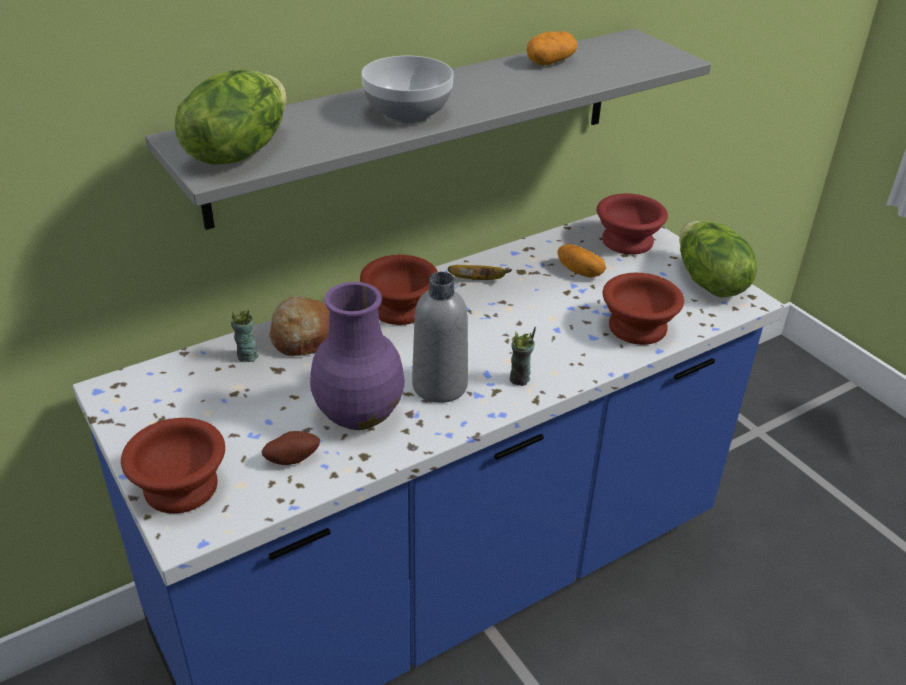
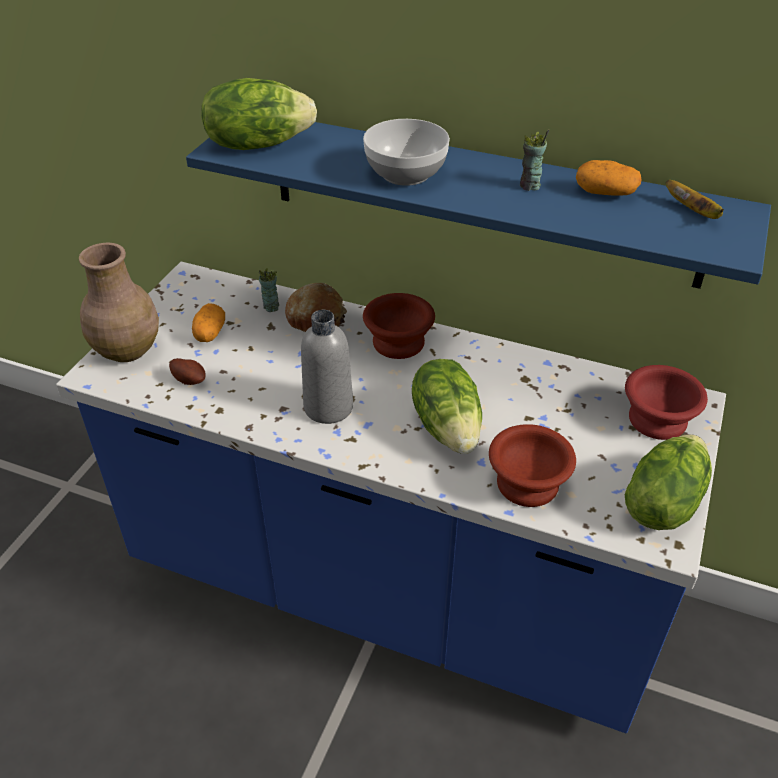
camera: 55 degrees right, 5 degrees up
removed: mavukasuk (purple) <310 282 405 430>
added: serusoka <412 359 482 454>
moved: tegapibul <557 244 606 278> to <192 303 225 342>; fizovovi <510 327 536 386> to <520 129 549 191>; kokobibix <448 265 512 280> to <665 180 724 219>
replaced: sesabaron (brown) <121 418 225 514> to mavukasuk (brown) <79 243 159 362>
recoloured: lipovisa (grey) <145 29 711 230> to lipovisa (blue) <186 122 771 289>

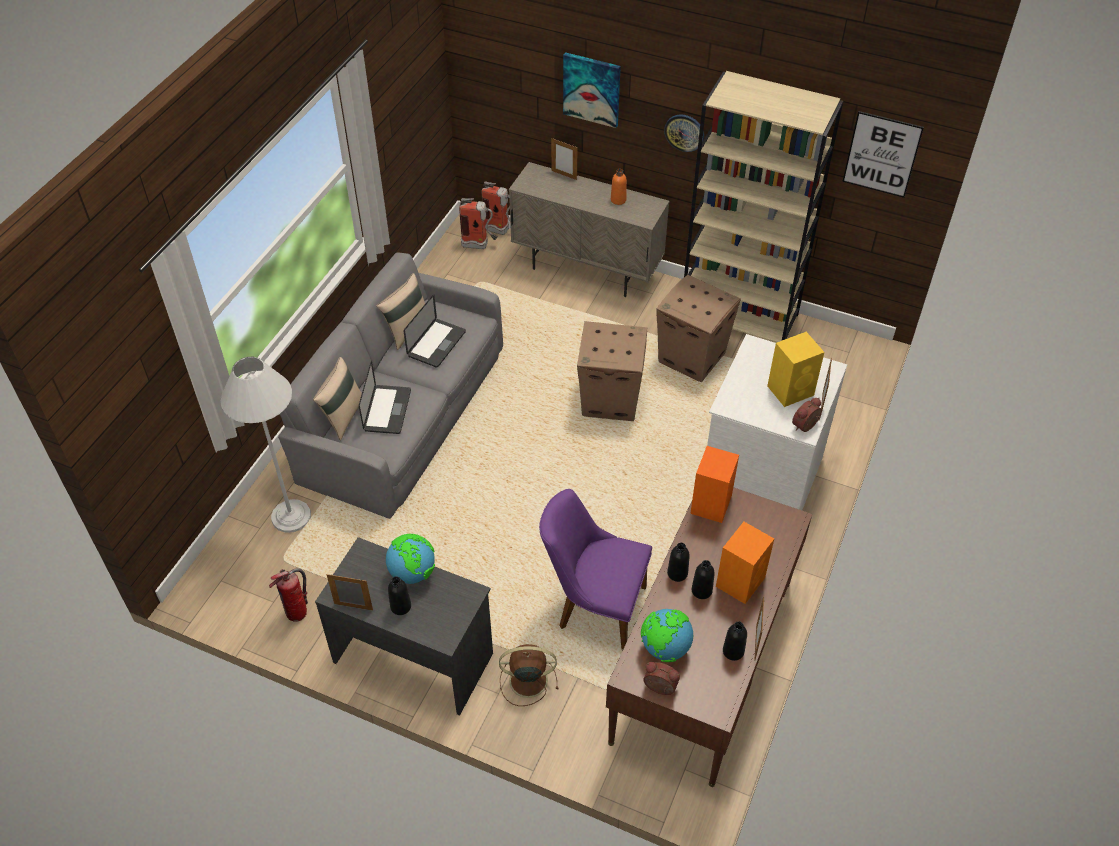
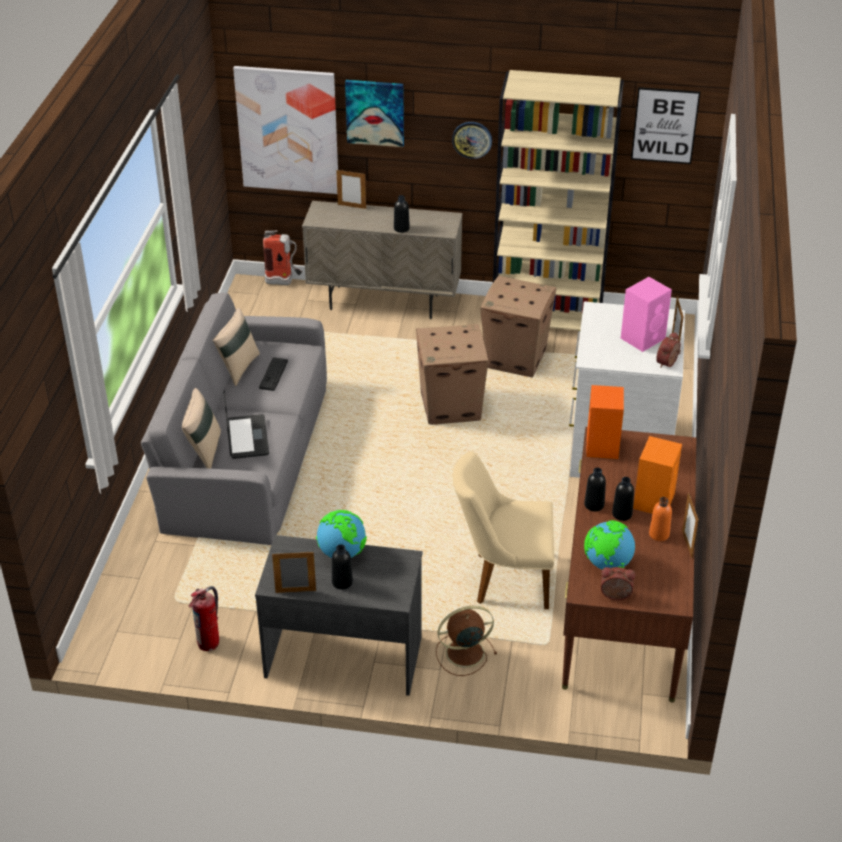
camera: 15 degrees left, 10 degrees down
removed: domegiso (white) <221 357 311 533>; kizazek <459 198 498 249>
added: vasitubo <233 66 338 194>
moved: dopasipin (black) <723 621 747 661> to <394 195 410 233>; dopasipin (orange) <611 169 627 205> to <649 497 672 541>
replaced: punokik <404 294 466 368> to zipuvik <259 357 288 391>
recoloured: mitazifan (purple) <539 489 652 650> to mitazifan (beige) <453 451 554 609>; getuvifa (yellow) <767 332 825 407> to getuvifa (pink) <621 277 672 352>

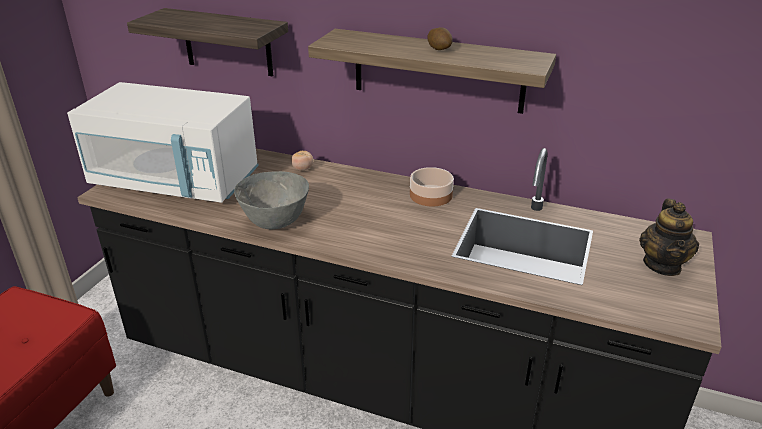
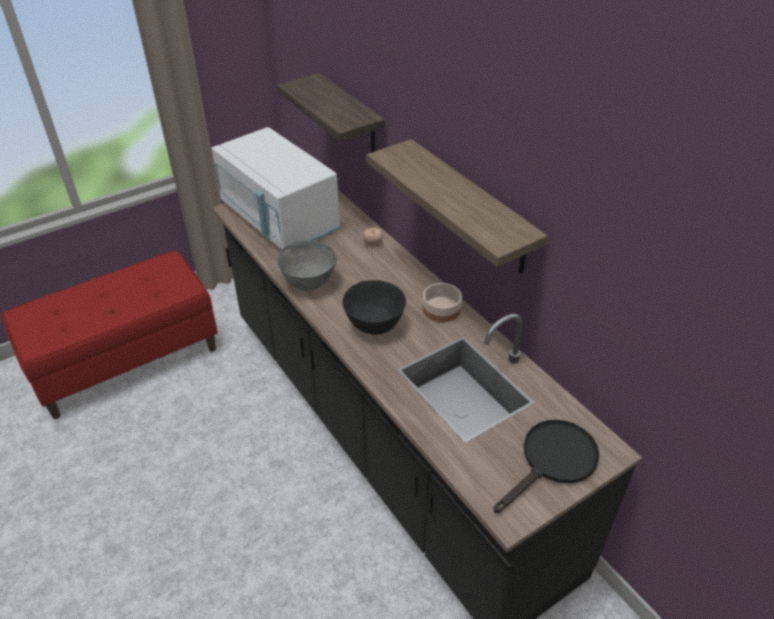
camera: 35 degrees right, 10 degrees up
removed: tegapibul <427 27 453 50>
added: sesabaron (black) <342 280 406 335>
replaced: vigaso <639 199 699 276> to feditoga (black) <494 420 600 513>

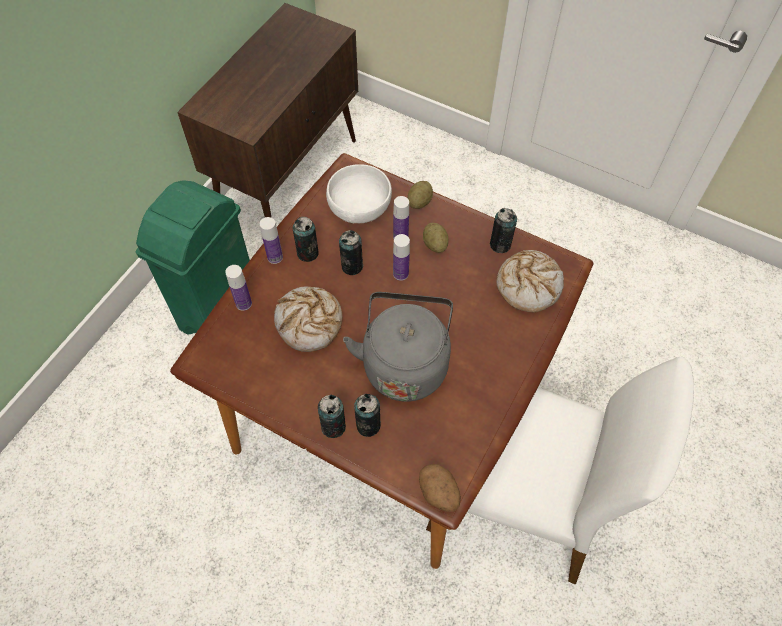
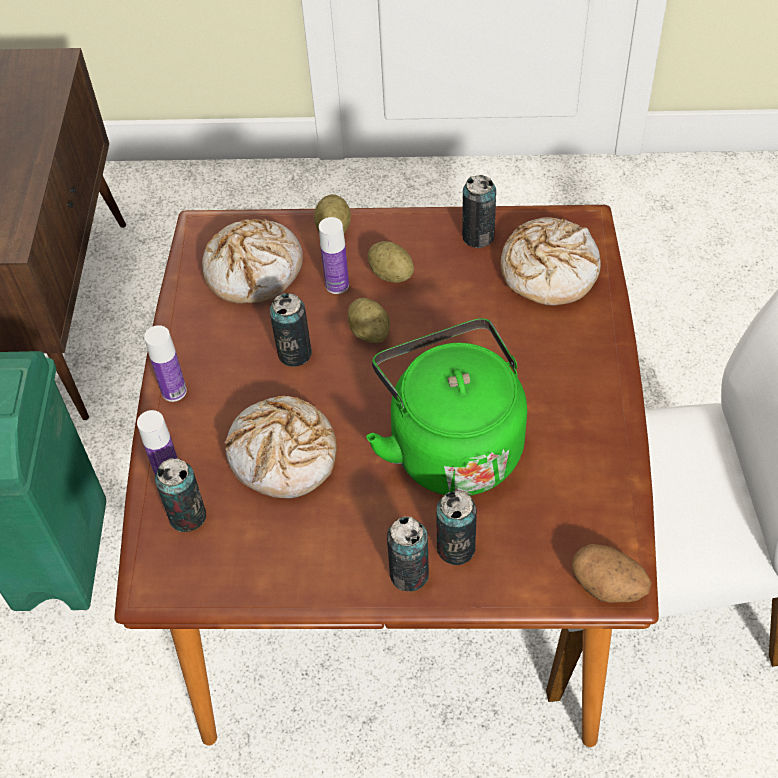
camera: 25 degrees left, 5 degrees down
moved: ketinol <293 217 319 262> to <155 458 206 532>
replaced: sesabaron (white) <326 164 392 223> to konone <202 219 303 303>; dopasipin <393 234 410 281> to tegapibul <348 298 390 343>
recoloured: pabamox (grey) <343 292 453 402> to pabamox (green) <366 318 527 496>

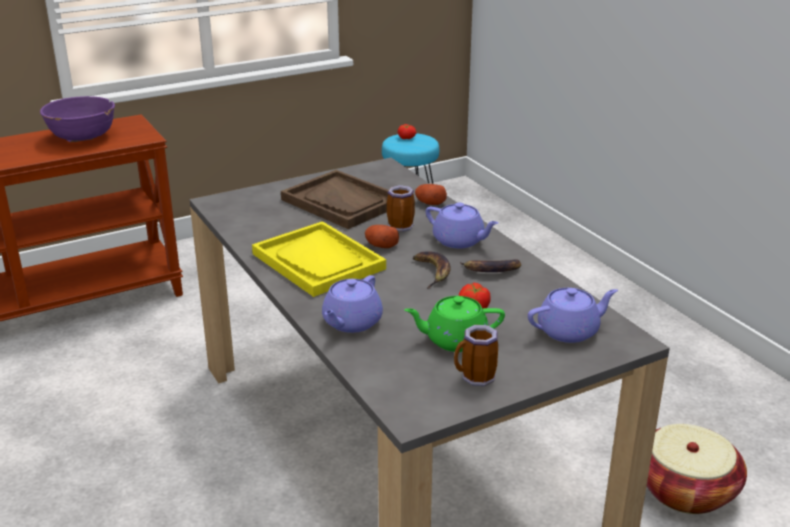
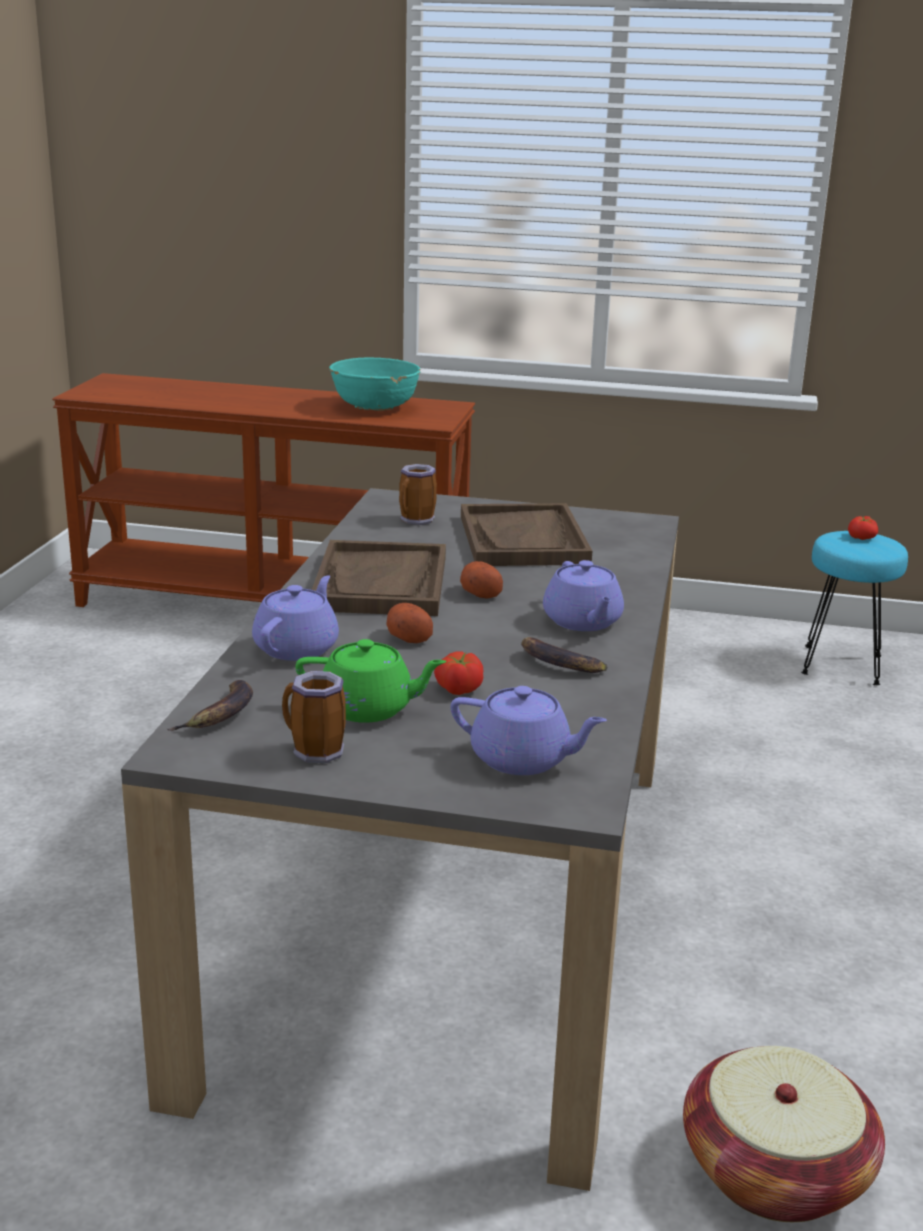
camera: 40 degrees right, 5 degrees down
moved: kokobibix <413 252 451 288> to <167 680 253 731>; tegapibul <415 184 447 205> to <386 603 433 643>; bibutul <387 185 415 232> to <399 464 437 525>
recoloured: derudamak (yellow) <252 221 386 297> to derudamak (brown) <312 540 446 616>; sesabaron (purple) <40 96 115 142> to sesabaron (turquoise) <329 358 420 411>
turned: vigaso (purple) <322 275 383 333> = <252 575 339 661> 135 degrees clockwise; vigaso (green) <404 296 505 352> = <295 639 446 723> 150 degrees clockwise

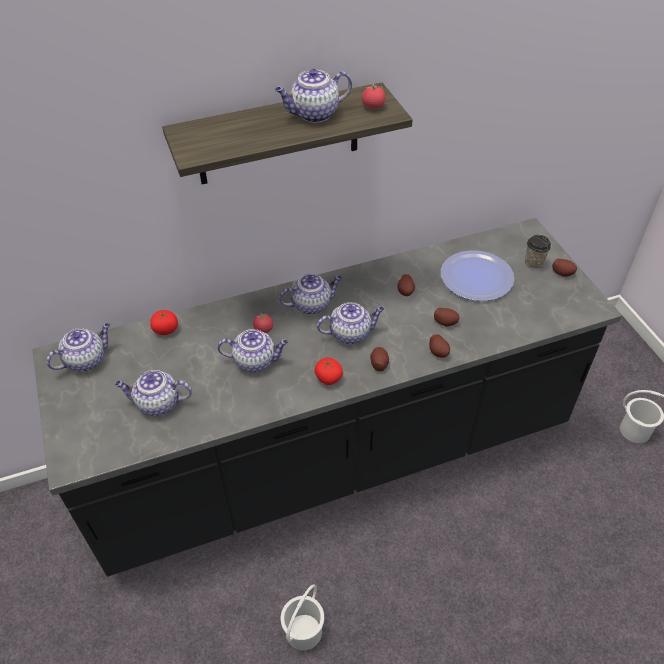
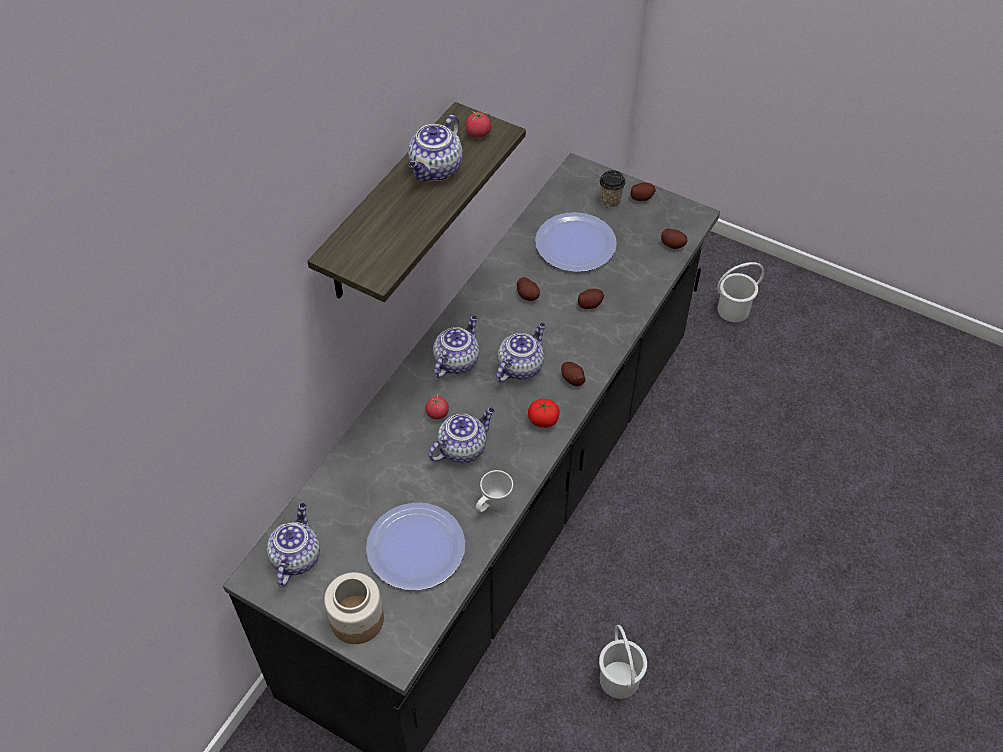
camera: 40 degrees left, 5 degrees up
removed: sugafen <150 310 178 335>
added: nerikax <324 572 384 644>; bibutul (white) <475 470 513 512>
moved: tegapibul <429 334 450 358> to <661 229 687 249>
replaced: vigaso <115 370 192 416> to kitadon <366 503 465 591>

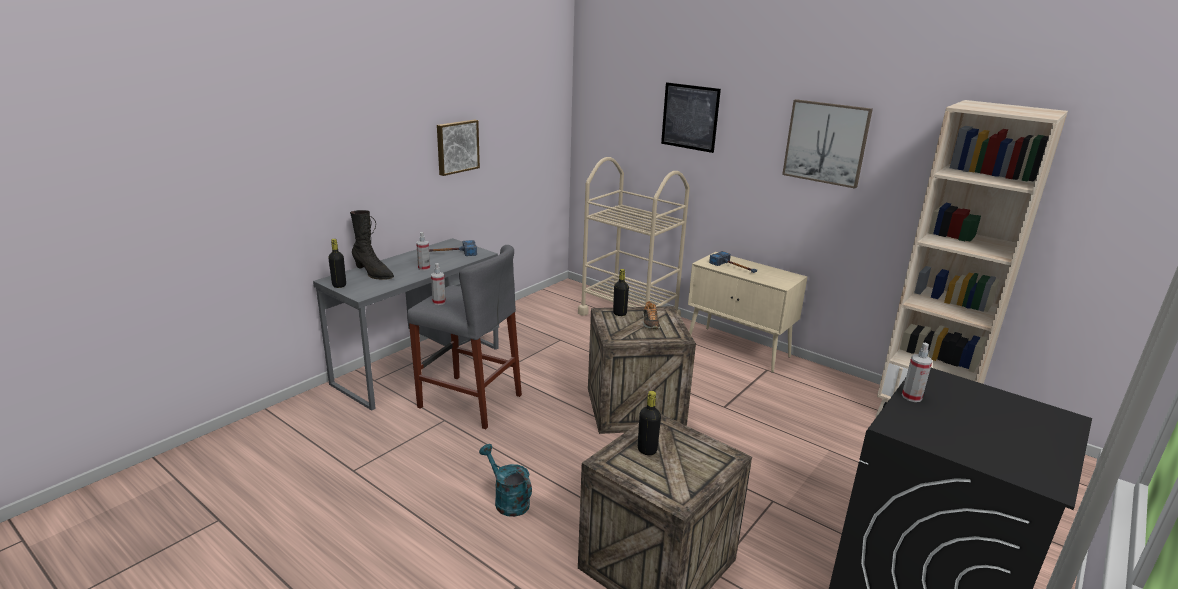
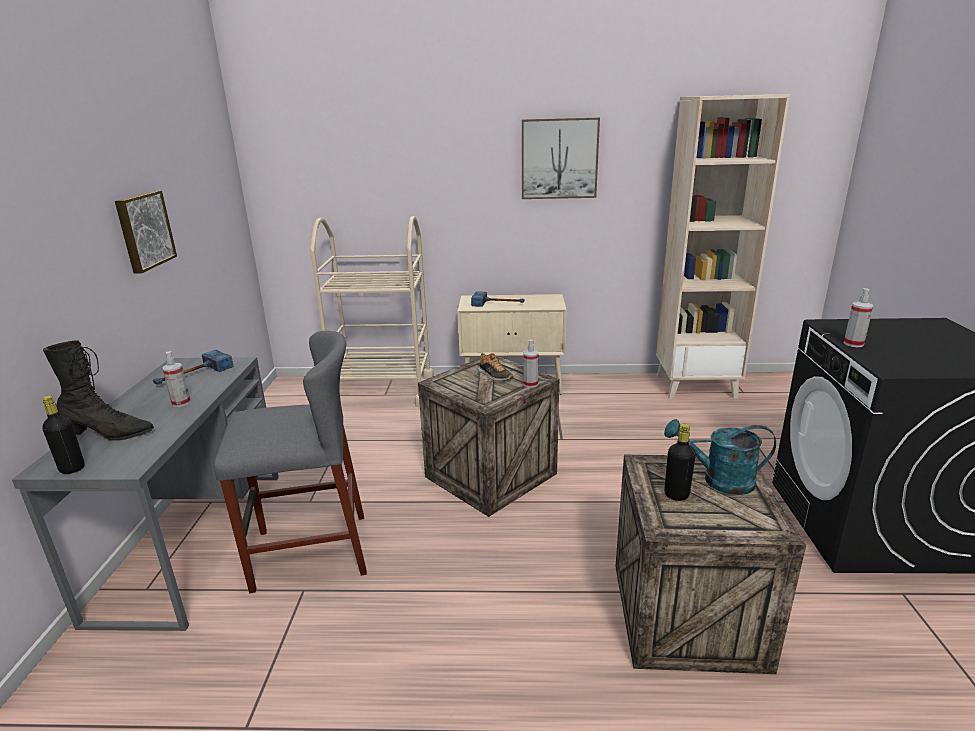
camera: 35 degrees left, 0 degrees up
removed: dopasipin (black) <613 269 629 316>; vasitubo <661 82 721 153>
moved: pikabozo <431 263 446 305> to <523 339 538 388>; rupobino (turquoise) <479 444 532 517> to <664 419 776 495>

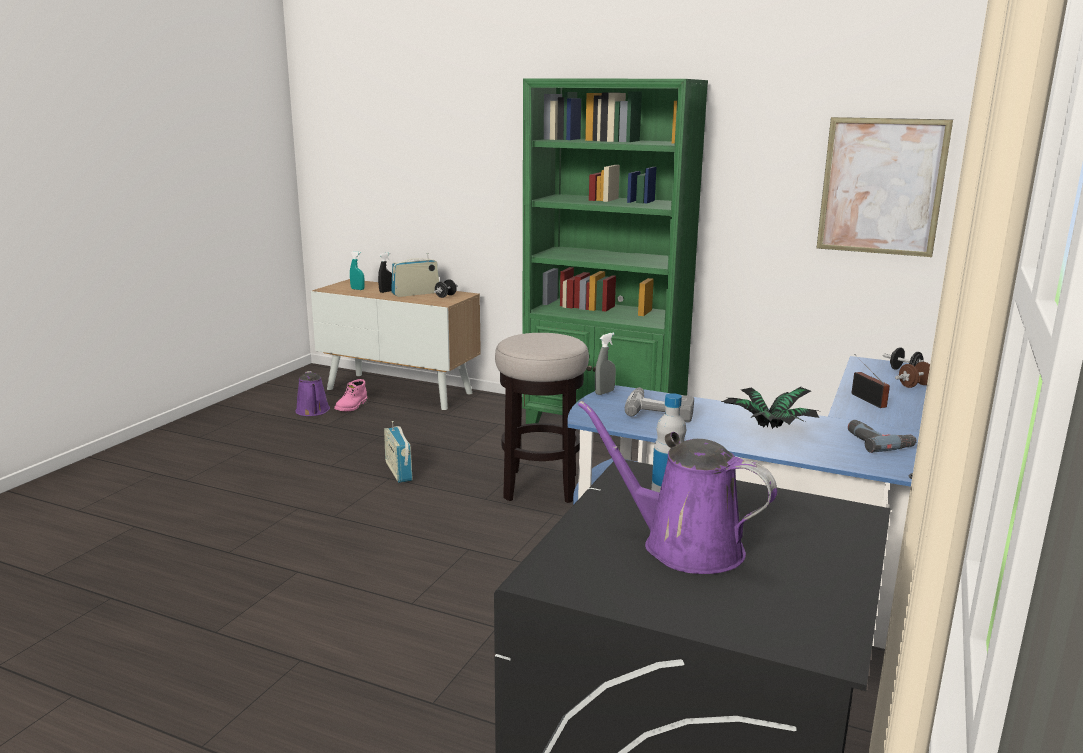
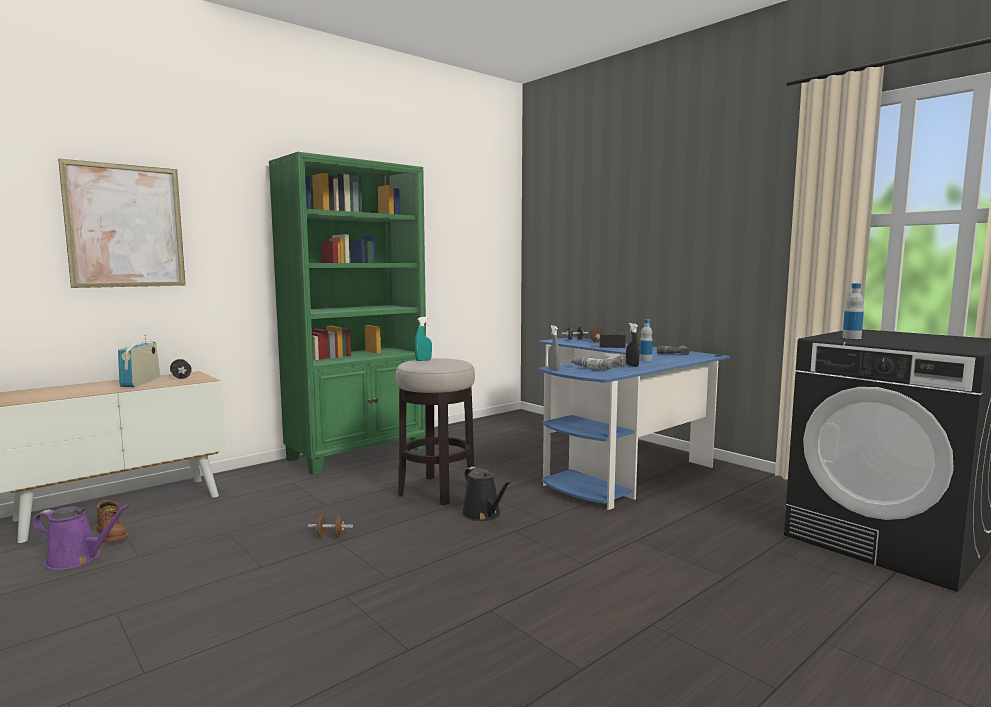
camera: 65 degrees left, 10 degrees down
removed: rupobino (purple) <578 401 777 574>
added: rupobino (black) <462 467 511 521>
moved: vasitubo <817 117 953 257> to <58 159 186 288>; pikabozo (turquoise) <350 251 365 290> to <415 317 432 361>; pikabozo (black) <378 252 392 293> to <626 323 640 367>
replaced: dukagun <384 421 413 483> to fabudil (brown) <308 515 353 537>; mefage <721 386 822 429> to dopasipin <639 319 653 361>
recoloured: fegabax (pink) <334 379 367 411> to fegabax (brown) <96 500 128 542>

